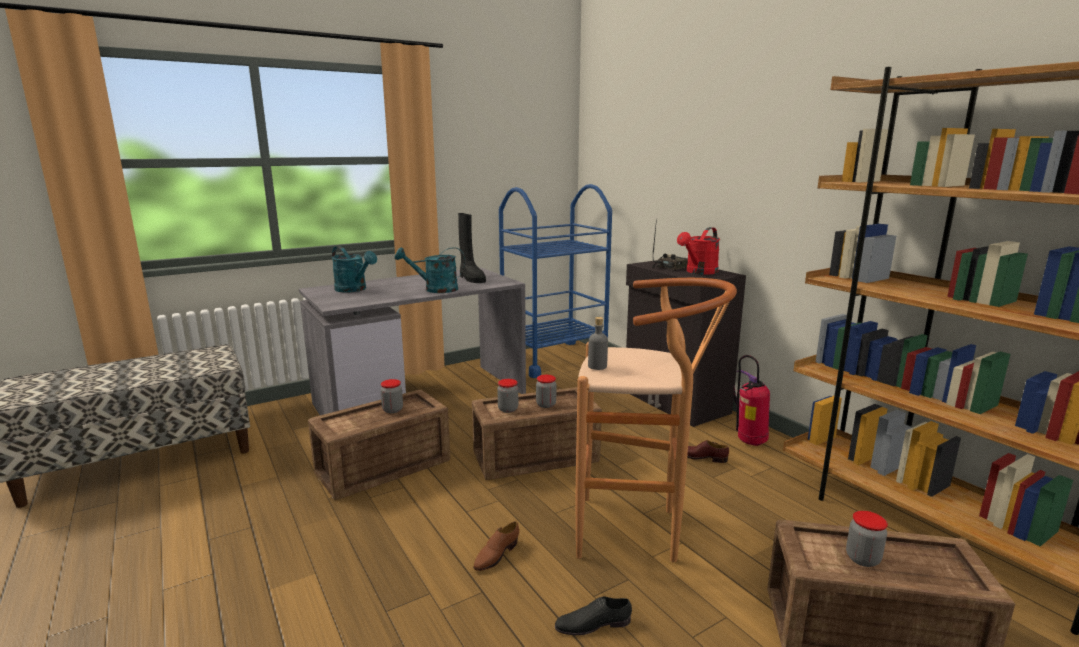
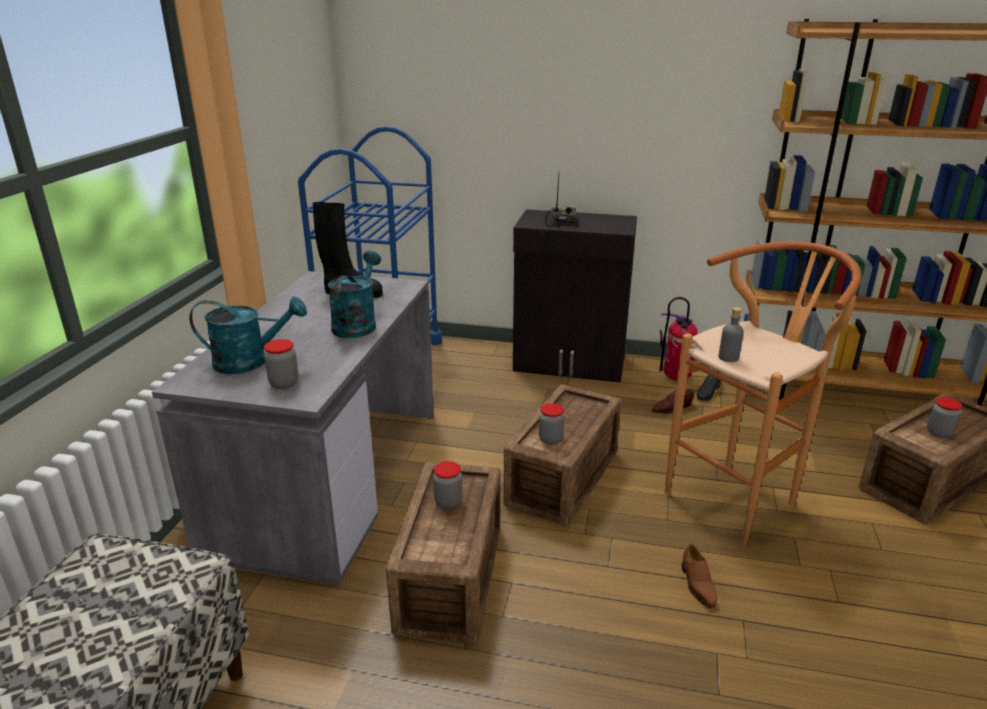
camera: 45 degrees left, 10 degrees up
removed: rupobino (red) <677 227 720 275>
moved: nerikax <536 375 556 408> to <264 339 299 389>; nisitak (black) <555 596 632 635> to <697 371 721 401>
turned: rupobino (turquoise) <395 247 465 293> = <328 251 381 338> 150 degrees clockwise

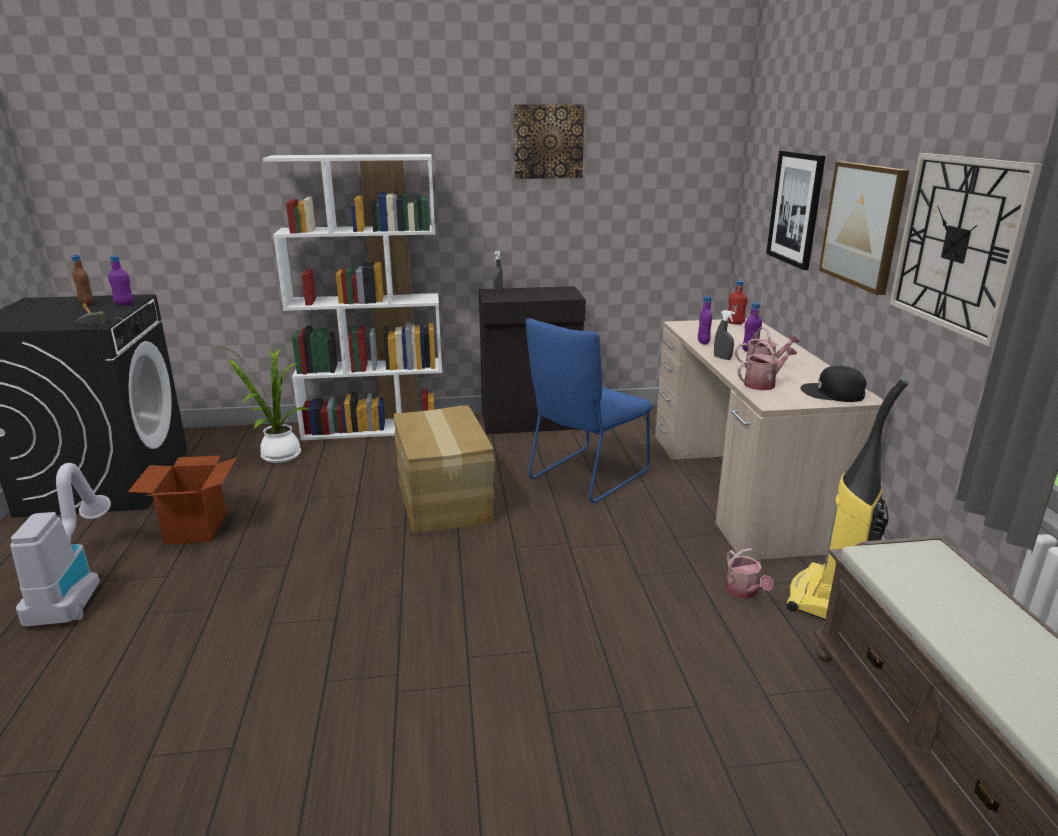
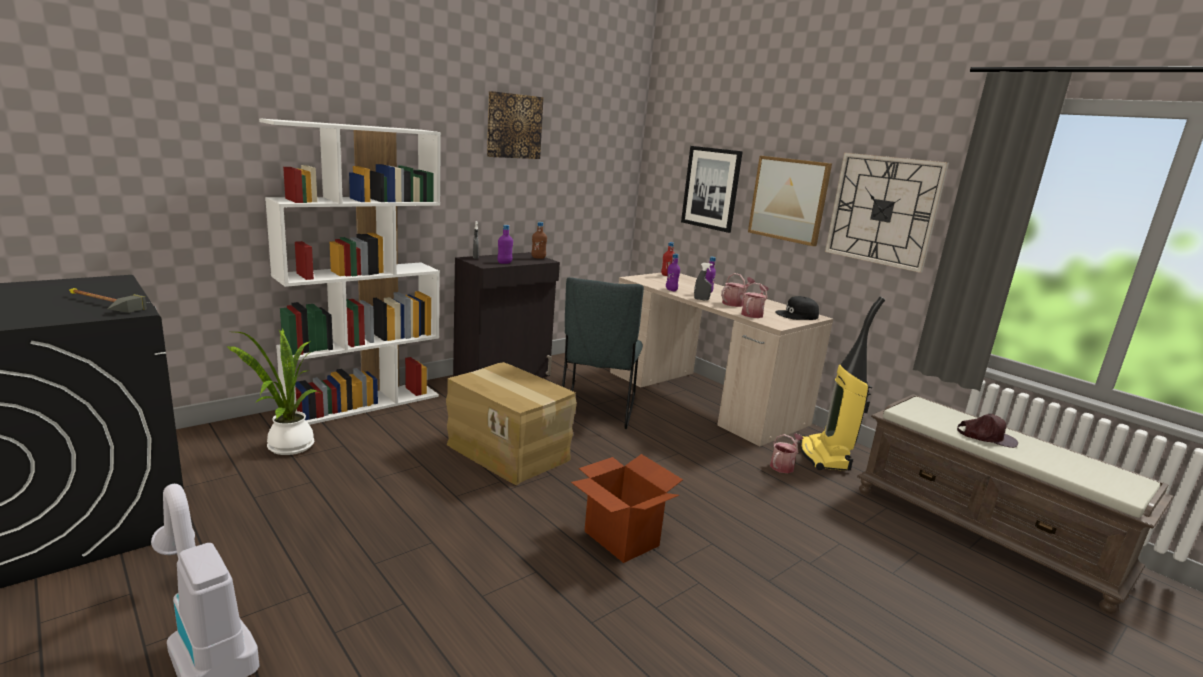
camera: 35 degrees left, 5 degrees down
added: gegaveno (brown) <957 414 1018 448>
moved: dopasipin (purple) <108 255 134 306> to <497 225 513 264>; dopasipin (brown) <71 255 94 305> to <531 222 547 259>; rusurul <128 455 237 545> to <571 454 683 563>
recoloured: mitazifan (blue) <526 318 653 503> to mitazifan (grey) <562 277 644 429>
turned: rupobino <725 548 774 599> = <770 433 804 473> 90 degrees counterclockwise

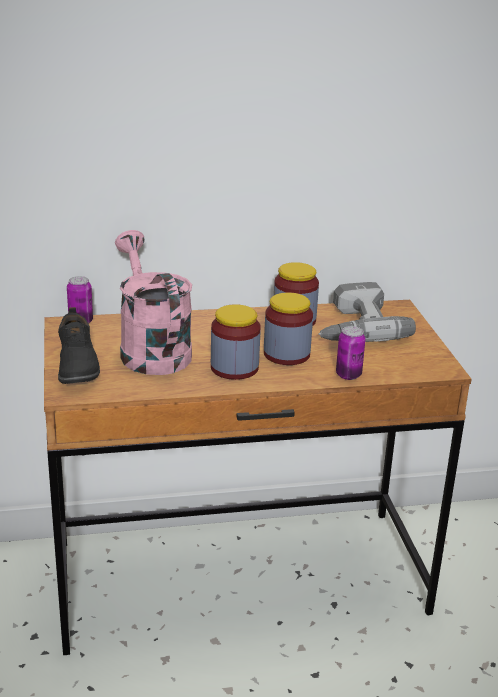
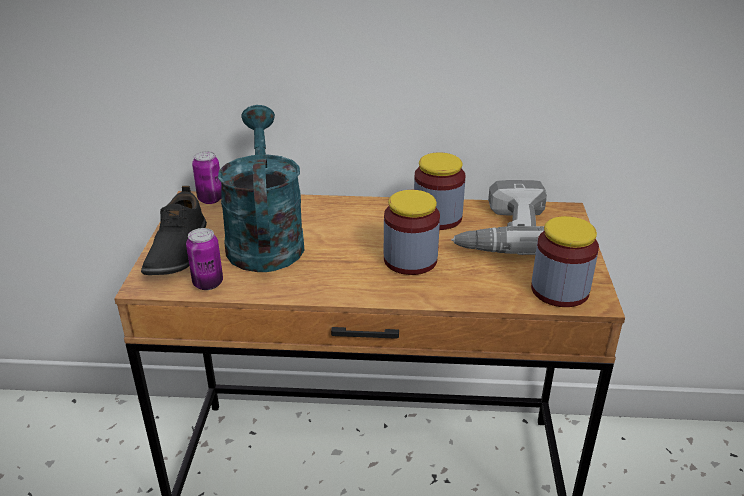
camera: 15 degrees right, 5 degrees up
moved: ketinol <336 326 366 380> to <186 228 223 290>; nerikax <211 304 261 380> to <531 216 599 307>
recoloured: rupobino (pink) <115 230 192 375> to rupobino (turquoise) <218 105 304 272>

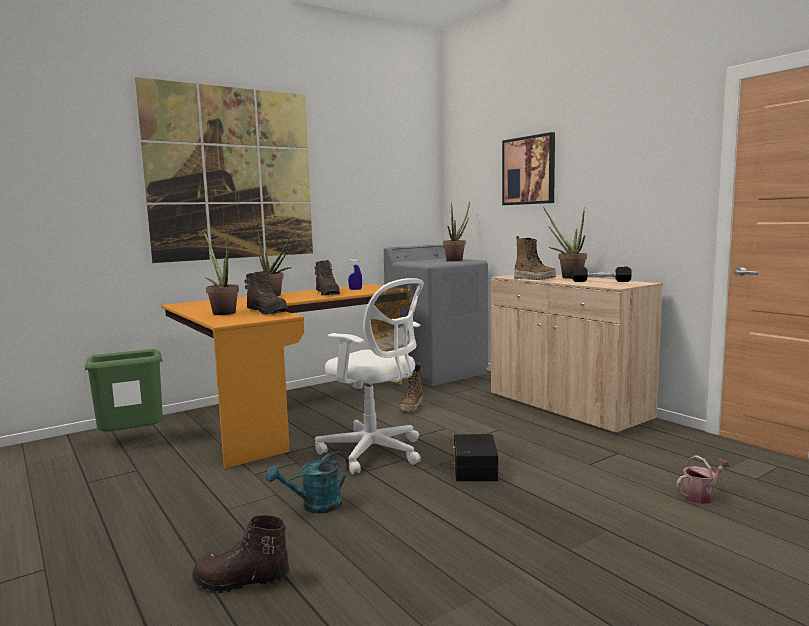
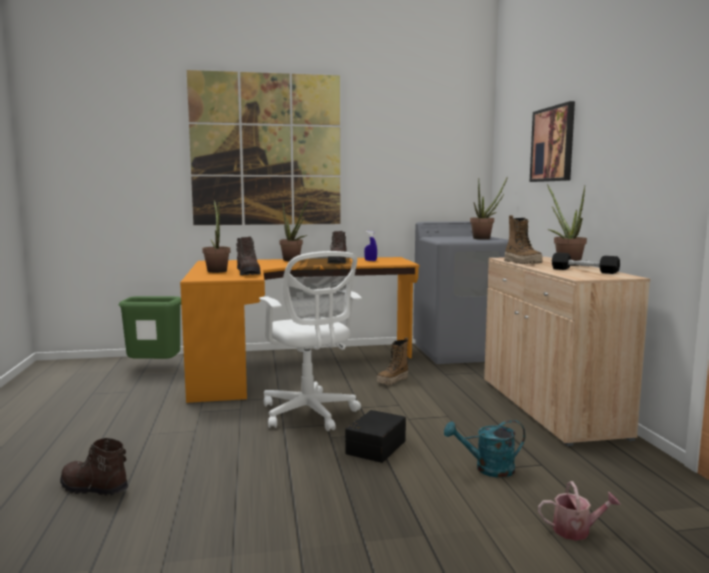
camera: 25 degrees right, 0 degrees up
moved: rupobino (turquoise) <266 451 349 514> to <444 420 525 478>

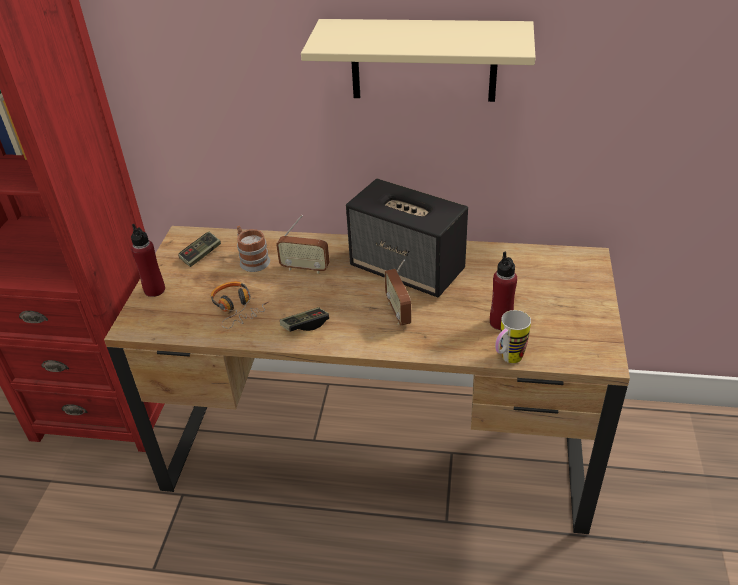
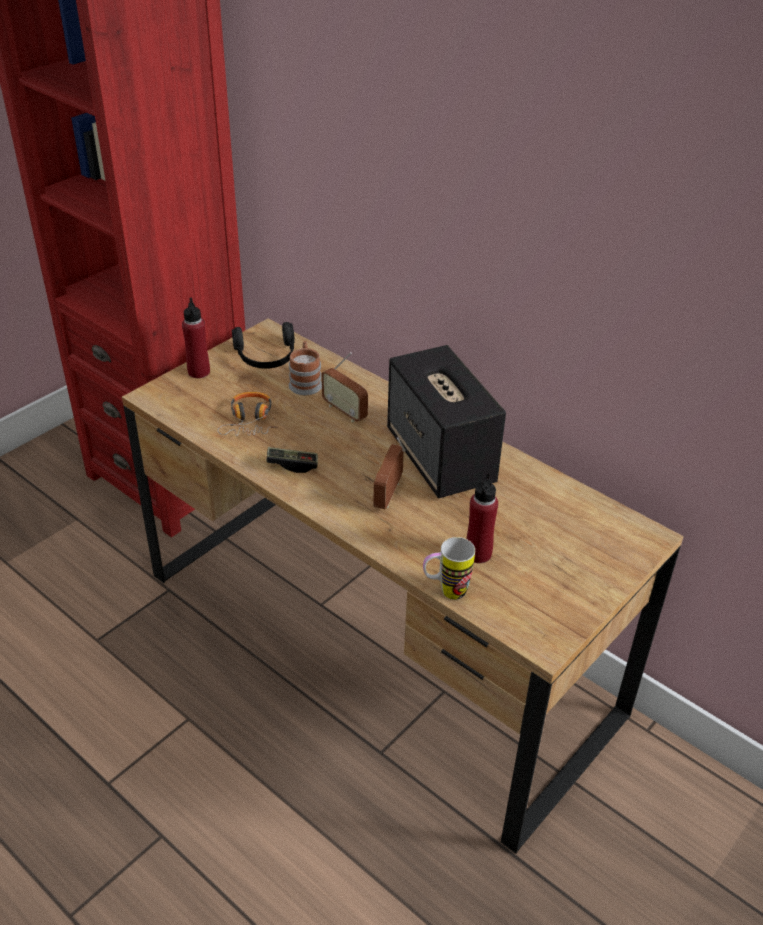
camera: 30 degrees right, 0 degrees up
removed: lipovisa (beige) <301 19 536 102>
replaced: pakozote <178 232 221 267> to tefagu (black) <232 322 295 369>

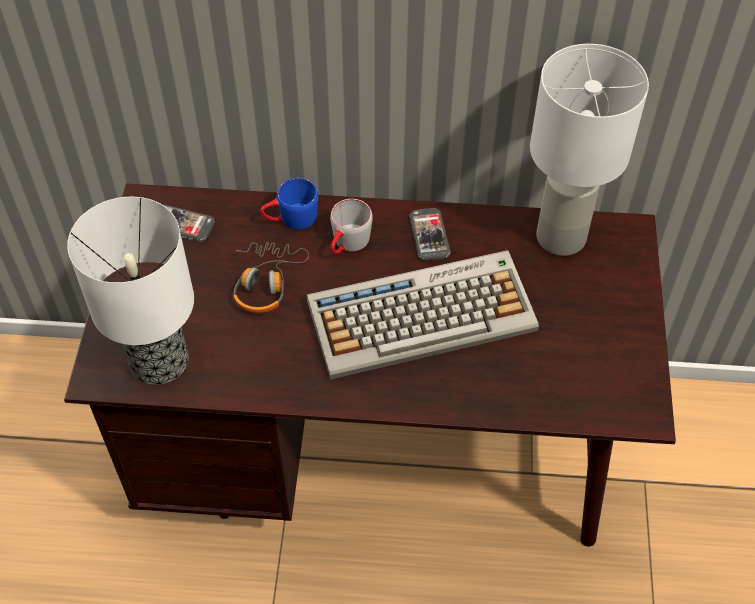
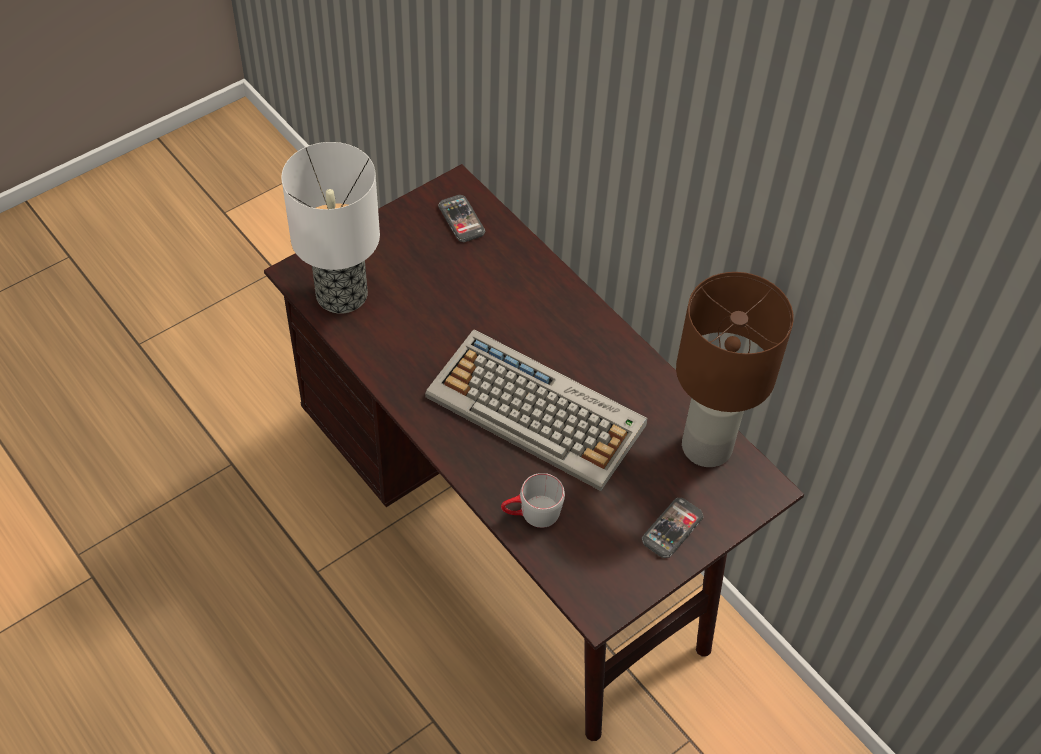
camera: 45 degrees right, 0 degrees up
removed: tefagu <233 242 309 313>; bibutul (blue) <260 178 318 230>
moved: bibutul (grey) <330 199 373 254> to <501 473 565 528>; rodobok <409 208 451 261> to <642 498 703 558>
recoloured: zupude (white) <530 44 649 256> to zupude (brown) <676 272 794 467>

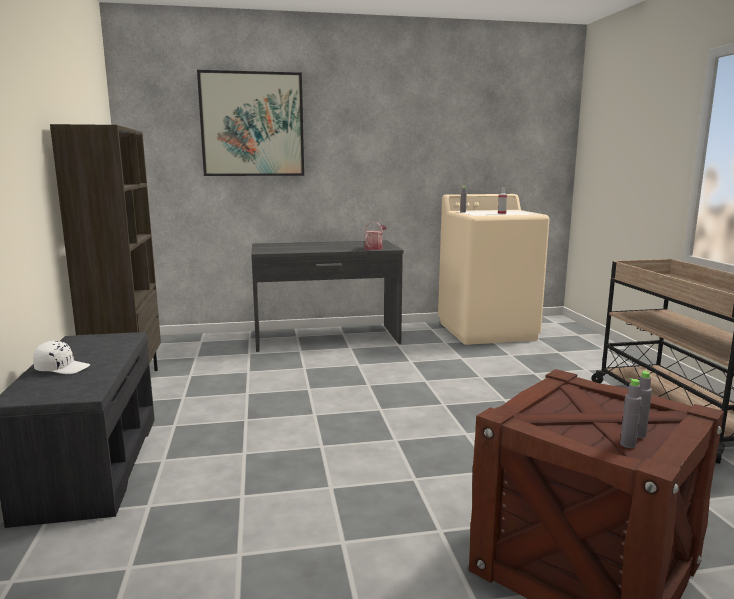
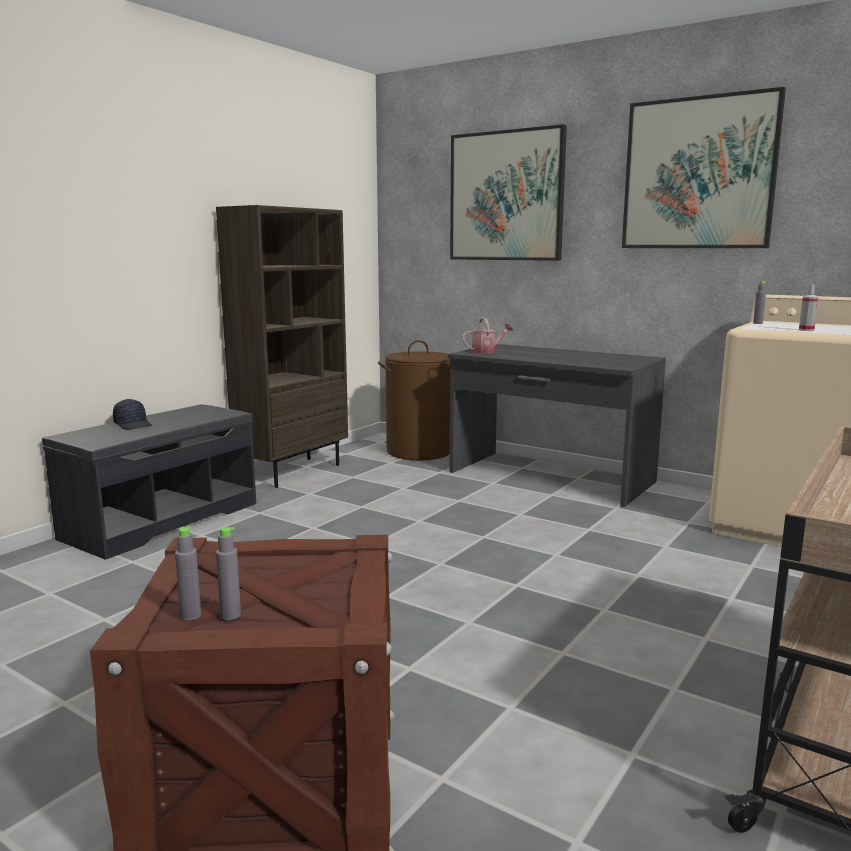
camera: 45 degrees right, 0 degrees up
added: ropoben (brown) <378 340 450 460>; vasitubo <622 87 786 248>
moved: rupobino <364 222 387 250> to <462 318 513 354>
recoloured: gegaveno (white) <33 341 90 374> to gegaveno (black) <113 399 152 430>

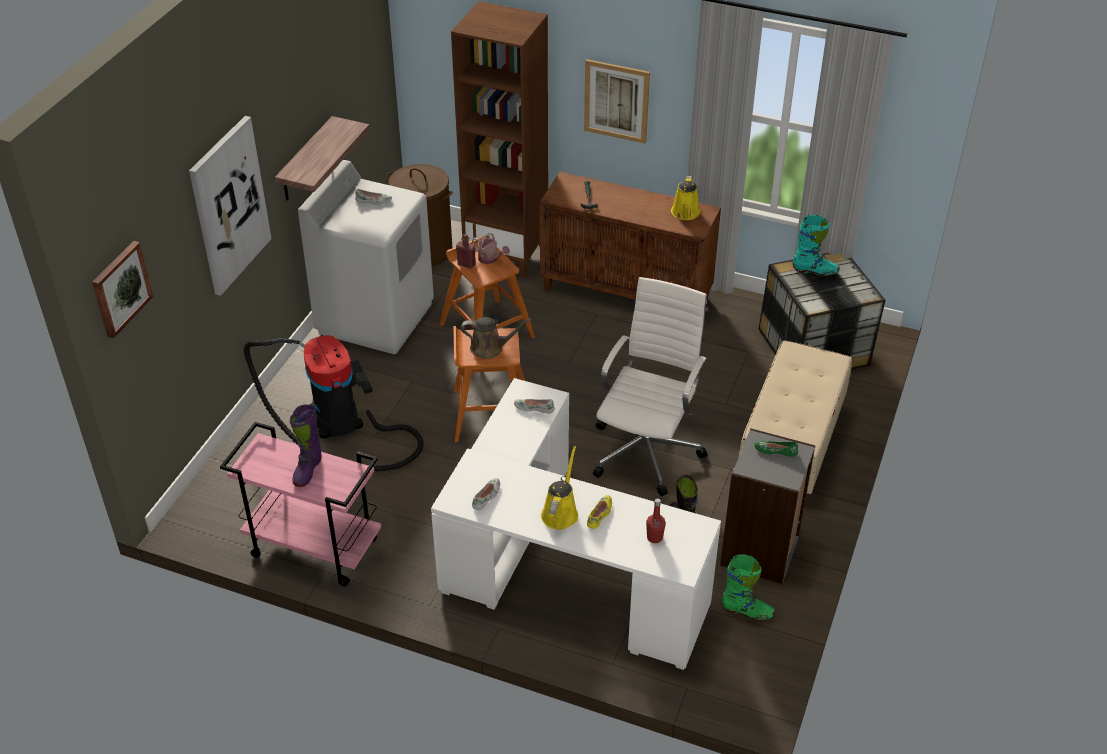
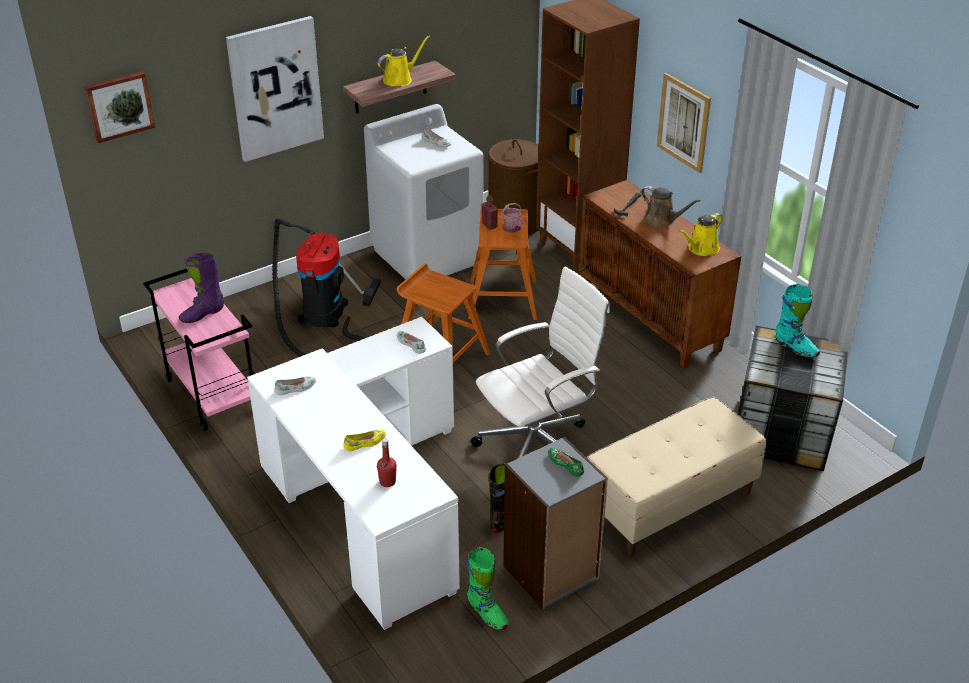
camera: 35 degrees right, 5 degrees down
moved: rupobino (yellow) <541 446 578 530> to <378 36 430 86>; rupobino (brown) <461 317 532 359> to <641 186 701 227>

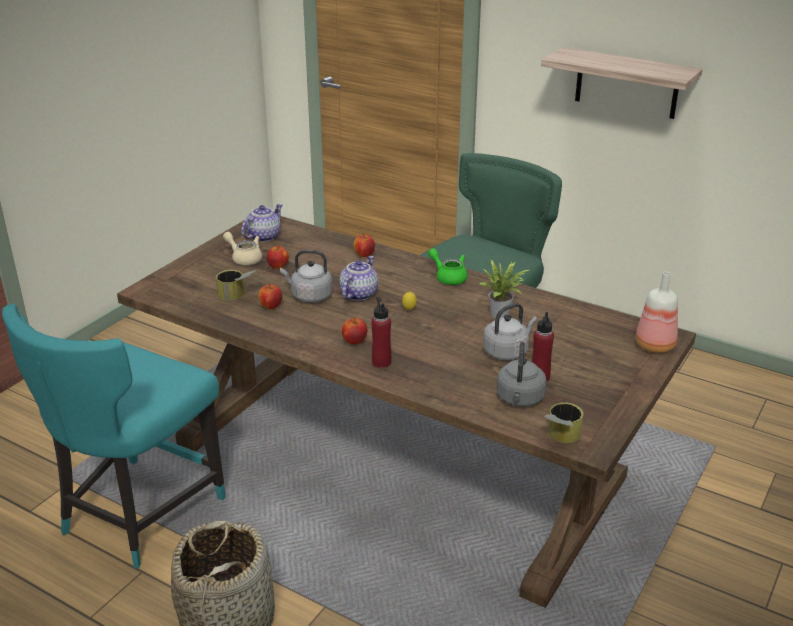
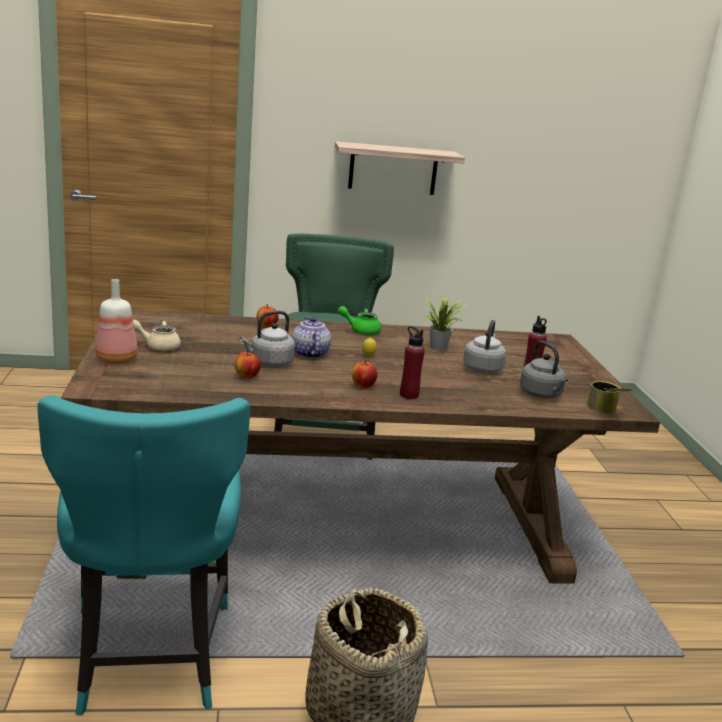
camera: 40 degrees left, 10 degrees down
removed: ketinol <216 270 257 301>; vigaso <241 204 282 242>; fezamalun <267 246 289 269>
moved: dopasipin <636 272 678 353> to <95 279 138 364>

